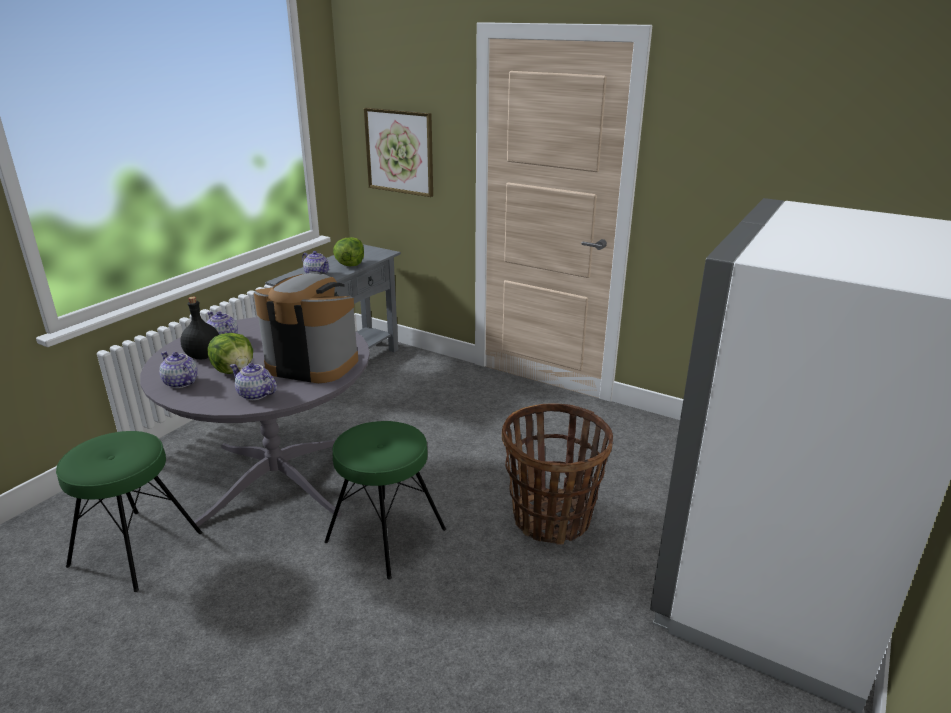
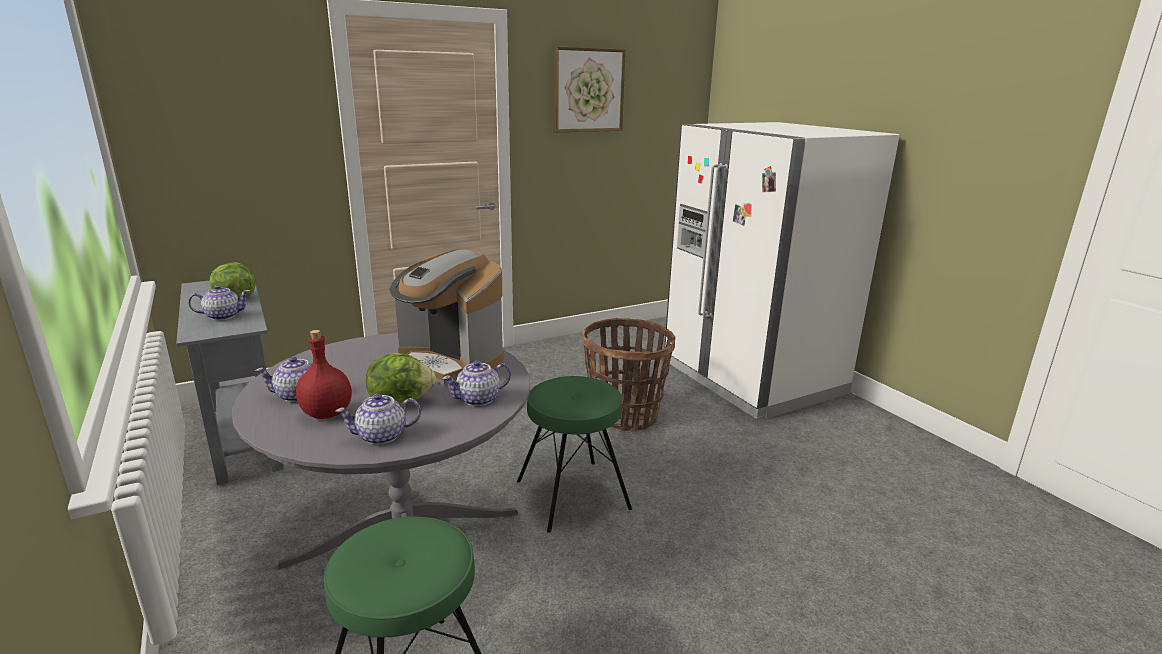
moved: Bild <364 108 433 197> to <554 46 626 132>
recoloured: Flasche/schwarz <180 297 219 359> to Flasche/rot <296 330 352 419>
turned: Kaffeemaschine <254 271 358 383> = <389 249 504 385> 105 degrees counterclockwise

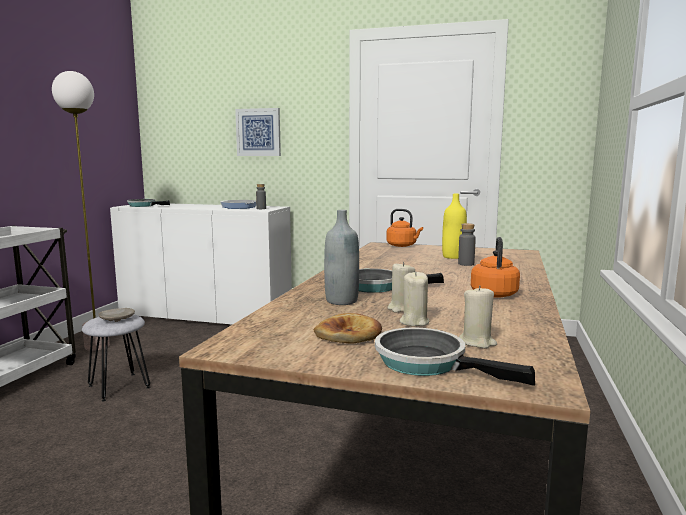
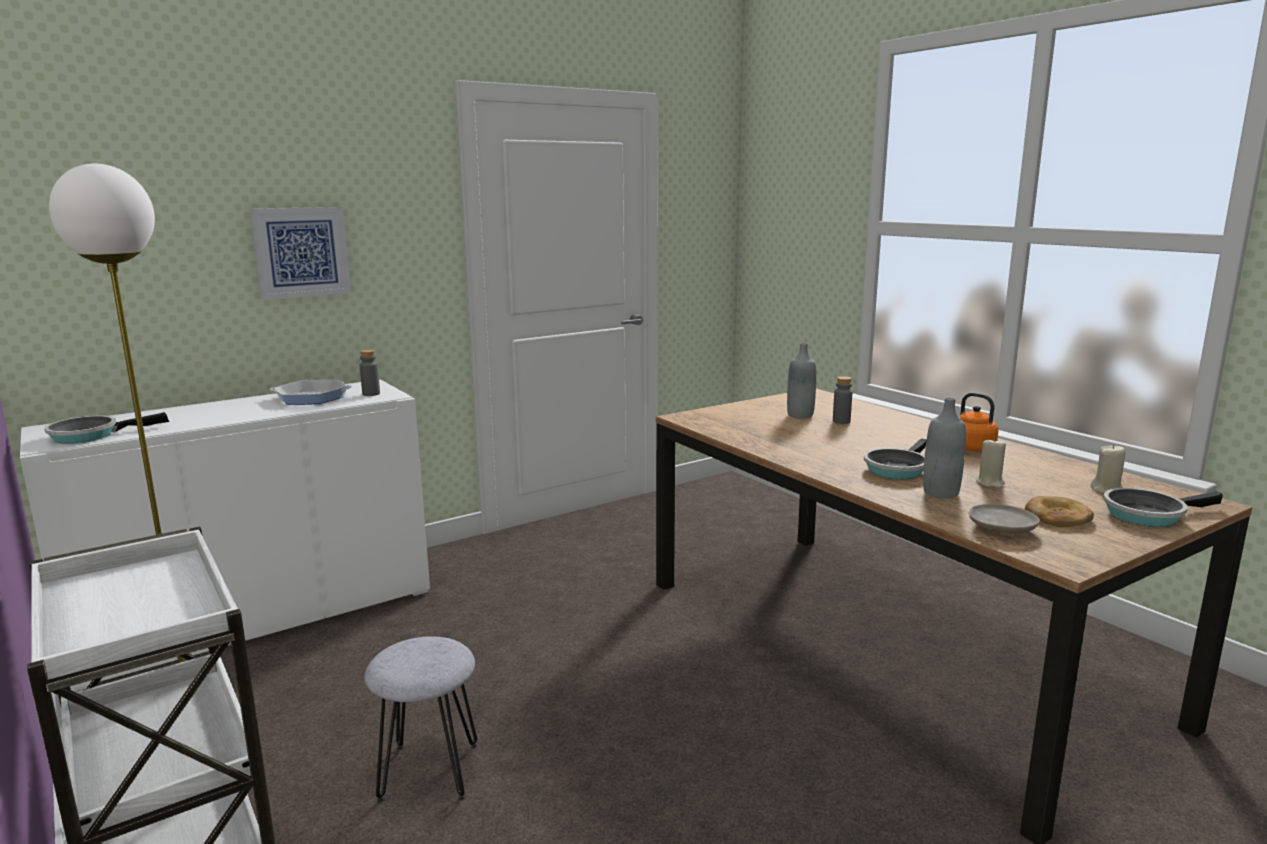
removed: Wasserkessel/orange <386 209 423 247>; Kerze/beige <400 271 429 326>
moved: Teller/beige <98 308 135 322> to <968 504 1040 535>
recoloured: Flasche/gelb <442 194 467 259> to Flasche/grau <787 343 816 419>

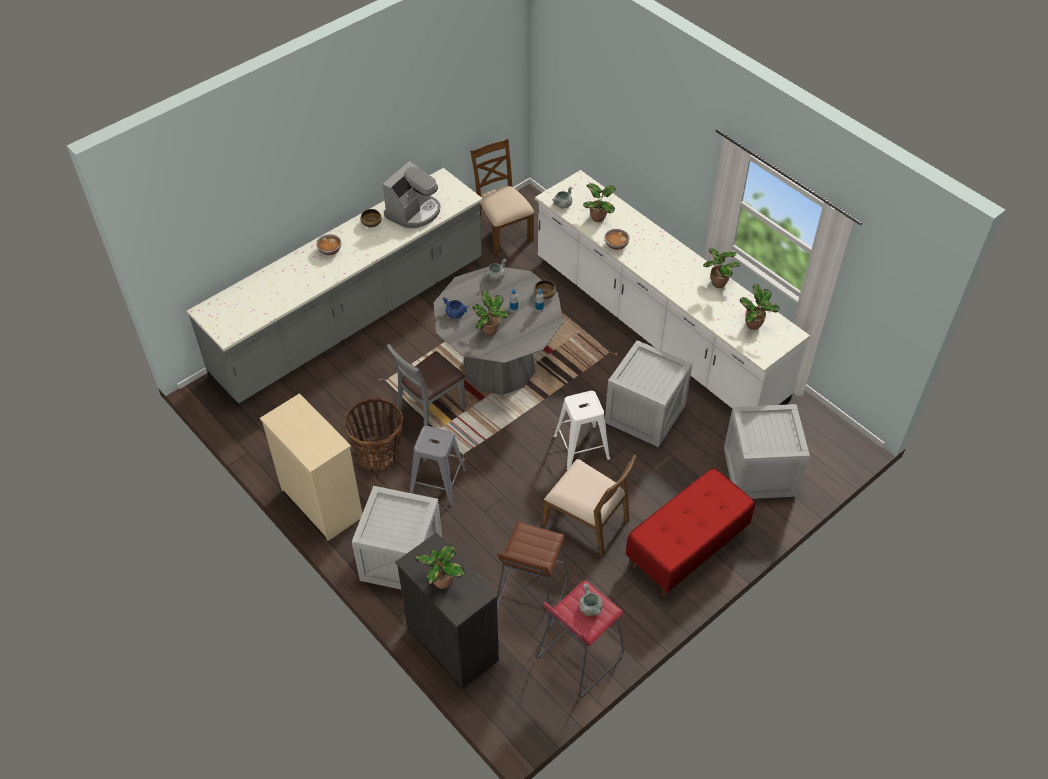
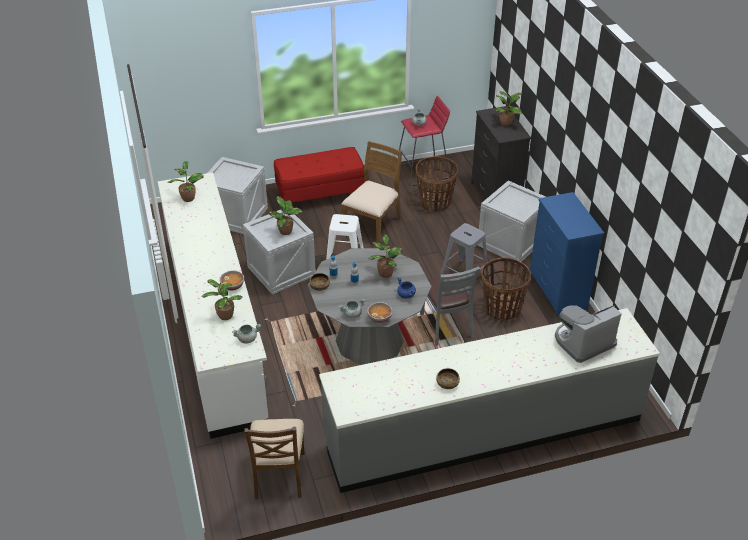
moved: Schüssel <316 234 341 255> to <367 302 392 323>; Kaffeemaschine <383 161 440 229> to <555 305 621 363>; Topfpflanze <703 248 741 288> to <269 196 302 235>
replaced: Hocker/braun <497 522 568 630> to Korb <416 156 458 212>
recoloured: Kommode/beige <260 393 362 541> to Kommode/blau <530 192 604 316>
turned: Stuhl/grau <387 344 466 426> = <420 266 480 346> 90 degrees clockwise; Stuhl/braun <542 454 637 556> = <342 141 402 243> 60 degrees clockwise

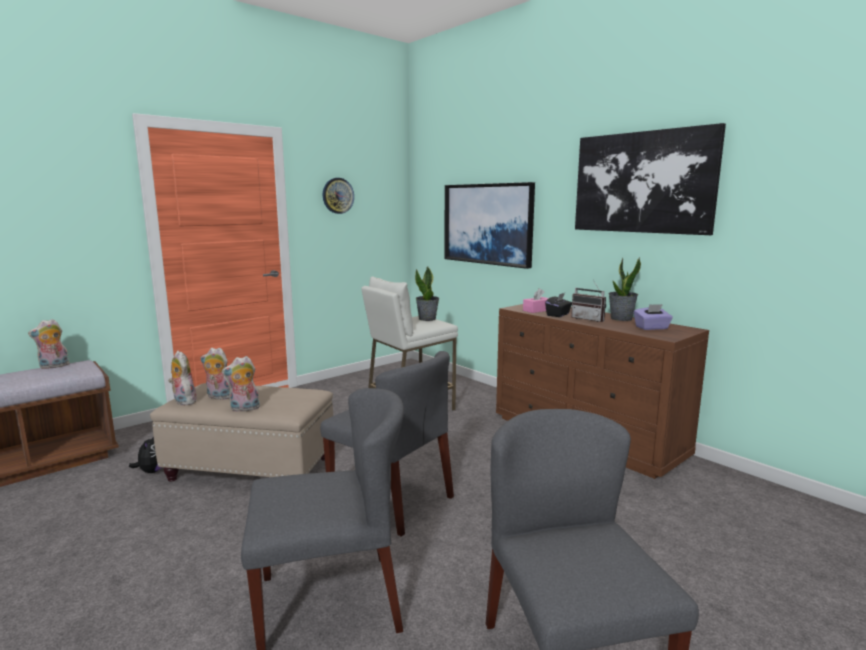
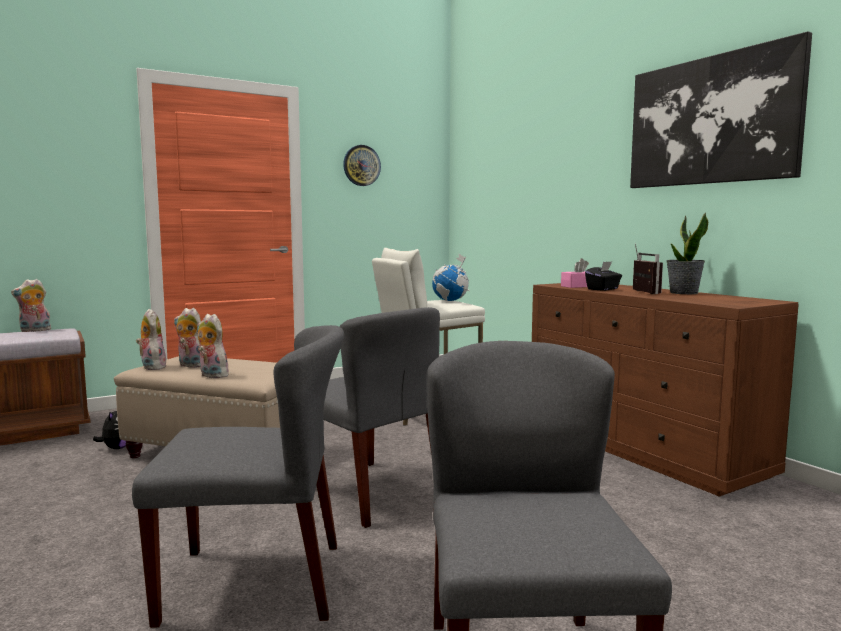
removed: Bild <444 182 535 269>; Taschentuchbox/lila <634 304 673 330>
replaced: Topfpflanze <415 266 439 321> to Globus <432 253 470 301>
turned: Plüschtier <222 356 261 412> = <197 314 229 379> 45 degrees clockwise; Radio <571 280 606 322> = <633 243 663 294> 150 degrees counterclockwise

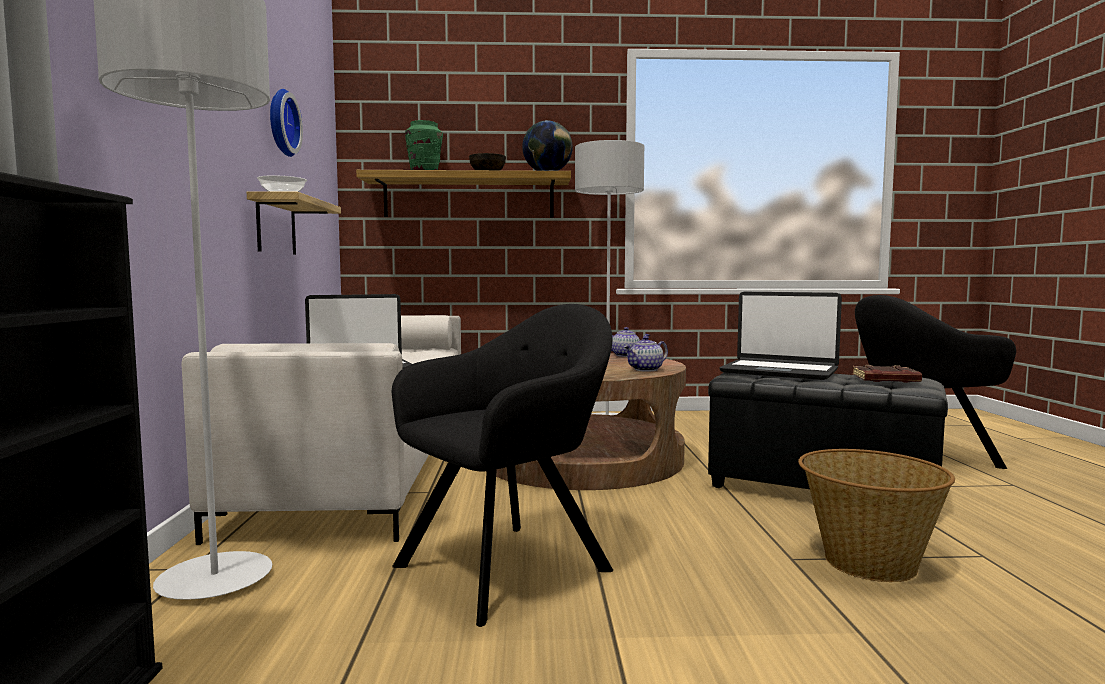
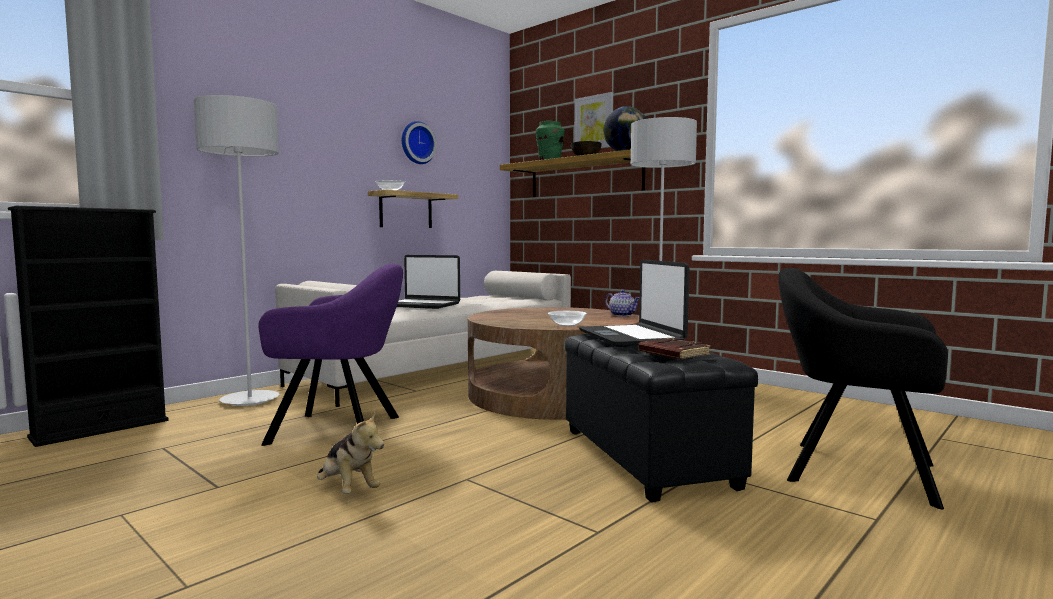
removed: Korb <798 449 955 582>
added: Plüschtier <317 412 384 494>; Bild <574 92 613 148>
replaced: Teekanne <624 336 668 372> to Schüssel <548 311 587 326>
recoloured: Sessel/schwarz <392 304 613 627> to Sessel/lila <258 264 403 446>

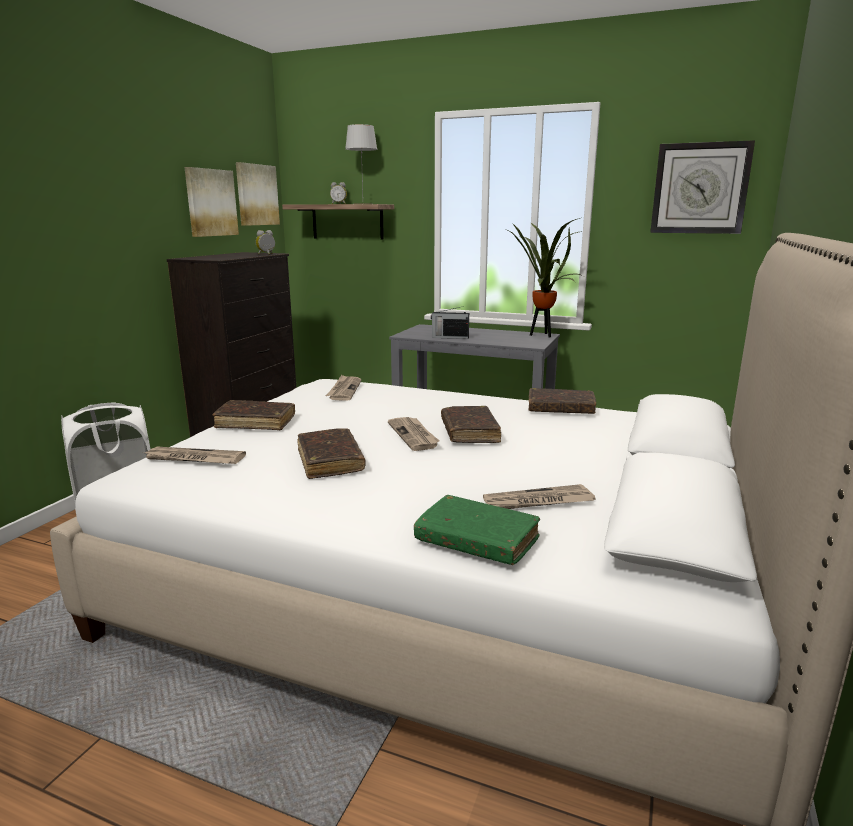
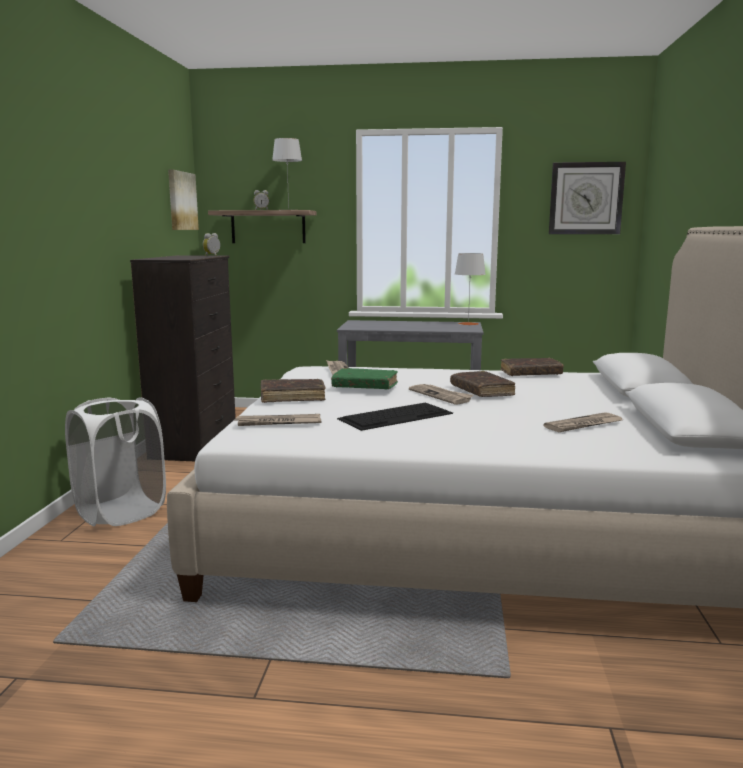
removed: Bild <185 167 239 237>; Radio <431 307 469 339>
moved: Buch/grün <414 495 540 565> to <331 368 398 390>
replaced: Buch/braun <297 428 366 479> to Tastatur <337 403 453 431>; Topfpflanze <505 218 583 337> to Tischlampe/grau <455 253 486 325>

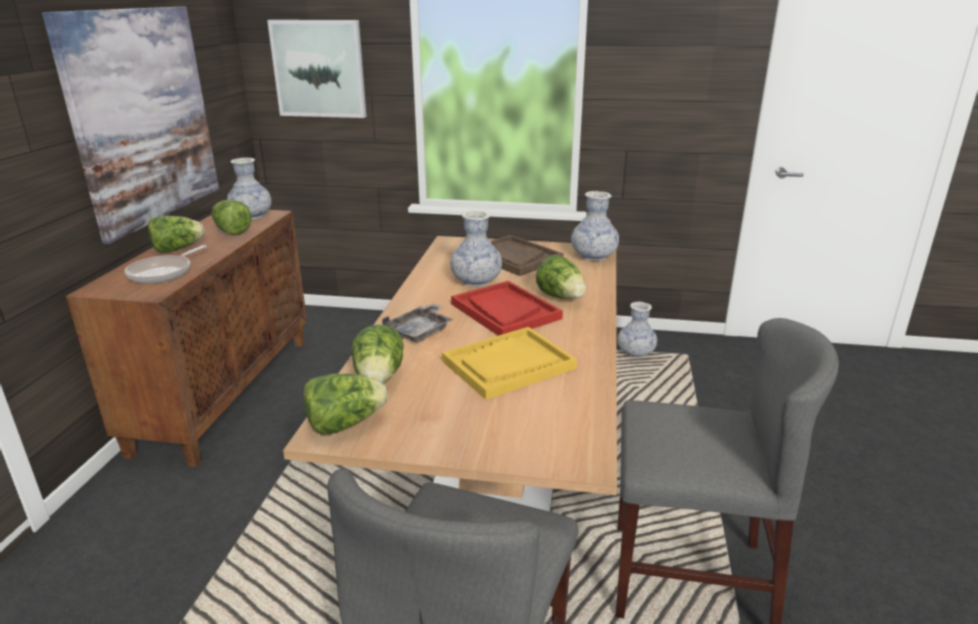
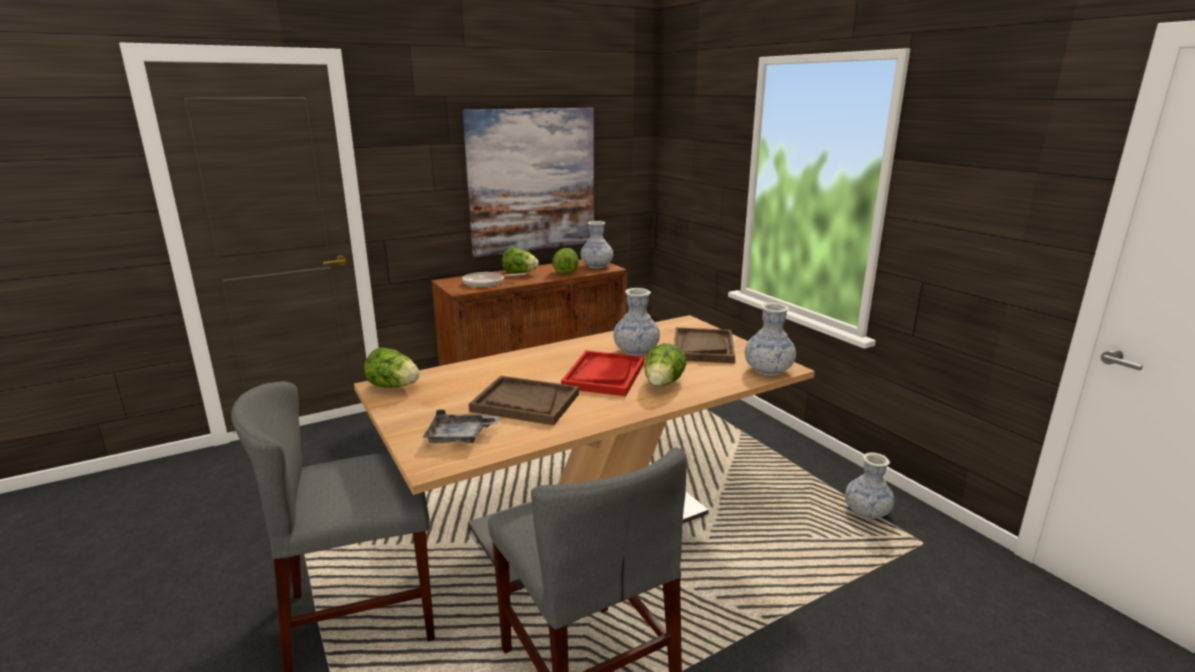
removed: Bild <267 20 367 118>; Salatkopf <351 324 404 383>
moved: Tablett/grau <382 303 454 343> to <422 410 500 443>
recoloured: Tablett/gelb <442 327 577 400> to Tablett/braun <469 376 579 425>

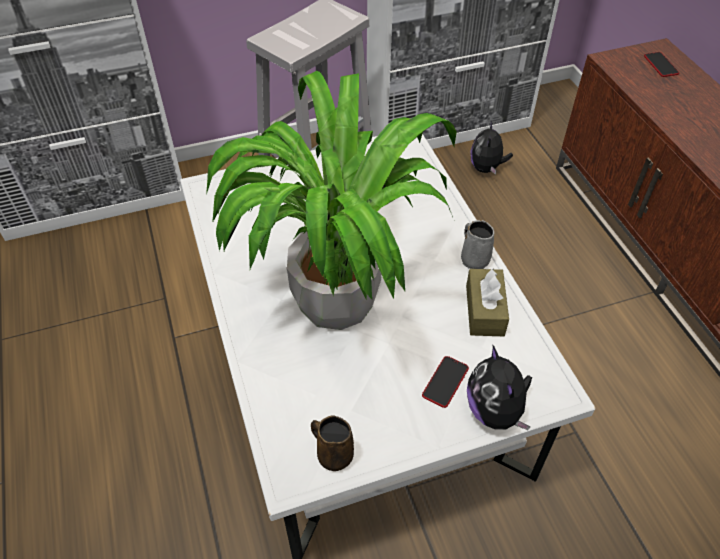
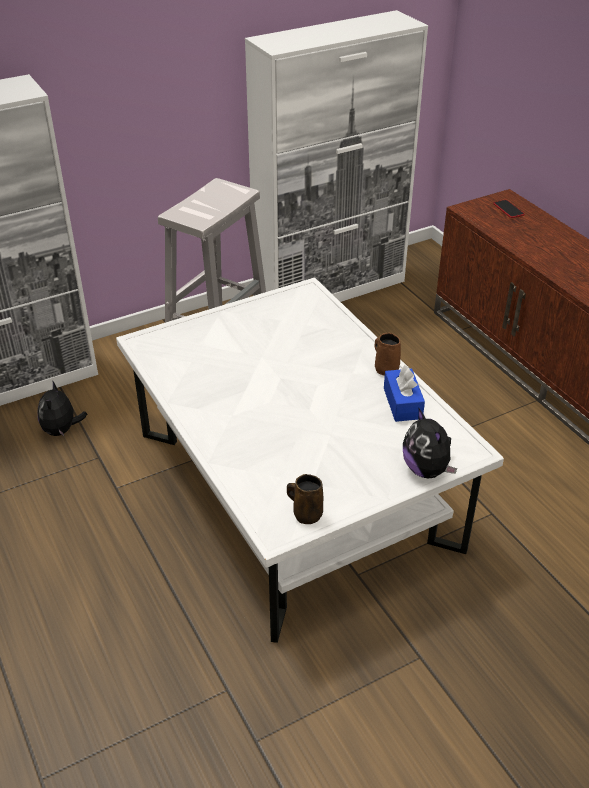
removed: Topfpflanze <206 71 457 330>; Handy <422 356 469 408>
moved: Plüschtier <470 121 513 175> to <37 380 87 437>
recoloured: Henkelbecher/grau <461 220 494 269> to Henkelbecher/braun <375 333 401 376>; Taschentuchbox/braun <466 269 509 336> to Taschentuchbox/blau <384 365 425 422>

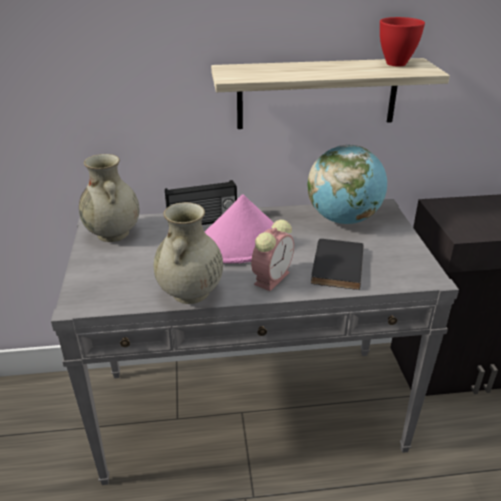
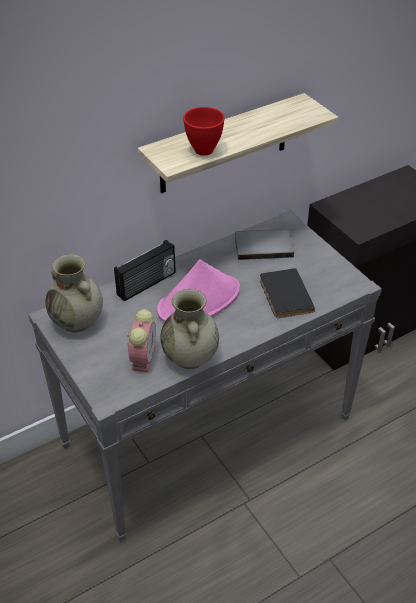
moved: Wecker <251 220 294 291> to <127 309 156 372>; Schüssel/rot <380 17 425 66> to <183 107 225 156>
replaced: Globus <307 145 387 224> to Buch/grau <235 229 294 260>

